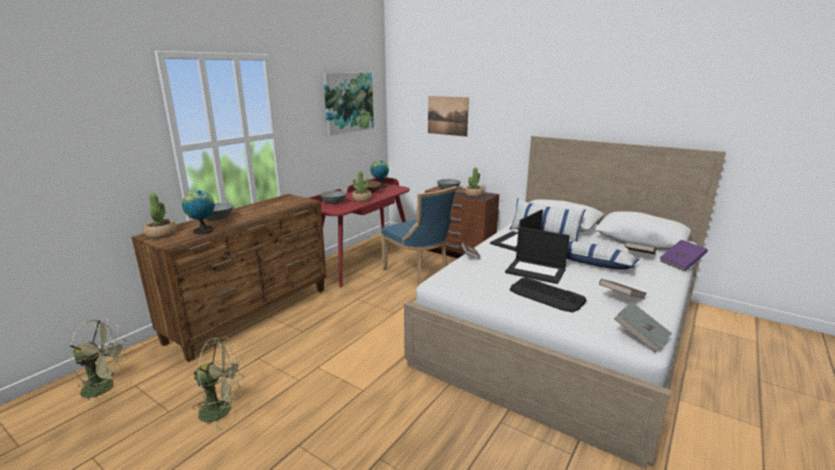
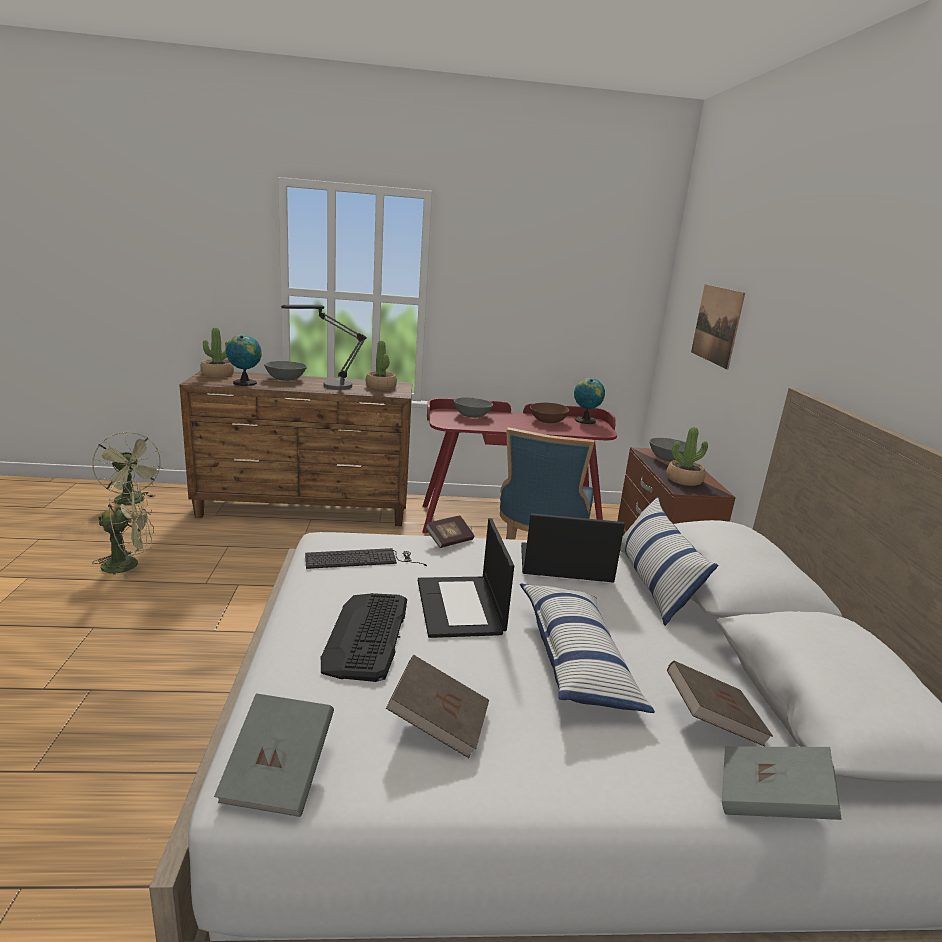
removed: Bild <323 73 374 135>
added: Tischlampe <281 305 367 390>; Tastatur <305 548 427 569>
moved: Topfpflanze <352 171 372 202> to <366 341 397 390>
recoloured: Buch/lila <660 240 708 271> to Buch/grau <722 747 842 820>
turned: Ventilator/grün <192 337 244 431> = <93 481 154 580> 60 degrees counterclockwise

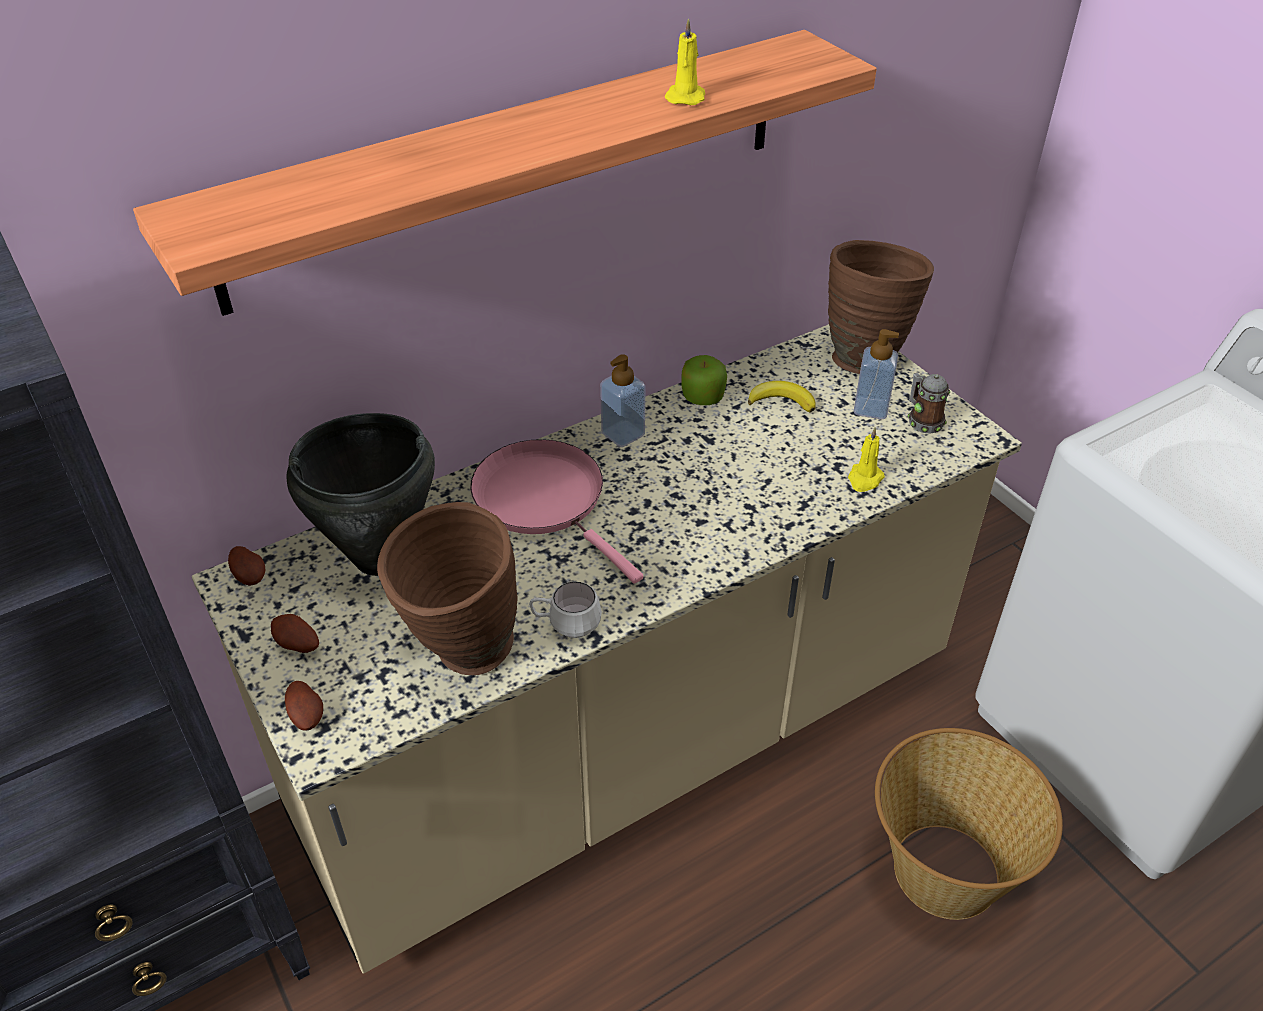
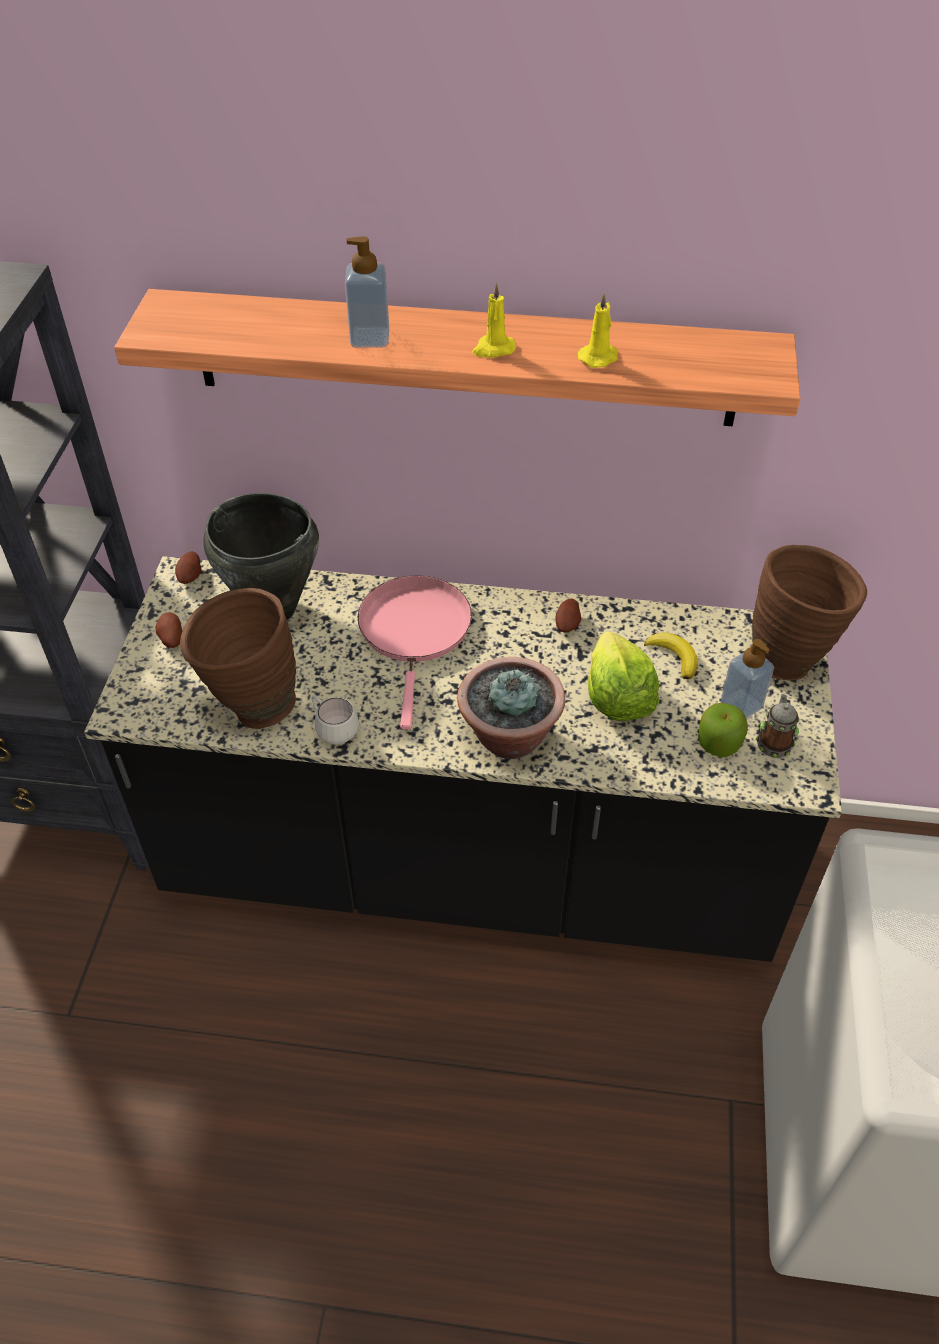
removed: Korb <875 728 1063 920>
added: Topfpflanze <457 657 565 759>; Salatkopf <588 631 659 721>
moved: Kartoffel <285 681 323 731> to <555 598 581 633>; Seifenspender <600 354 645 447> to <345 236 389 348>; Apfel <682 355 727 405> to <698 703 748 757>; Kerze/gelb <848 427 885 492> to <472 283 516 358>
recoloured: Küchenzeile/beige <192 324 1022 974> to Küchenzeile/schwarz <84 556 842 962>

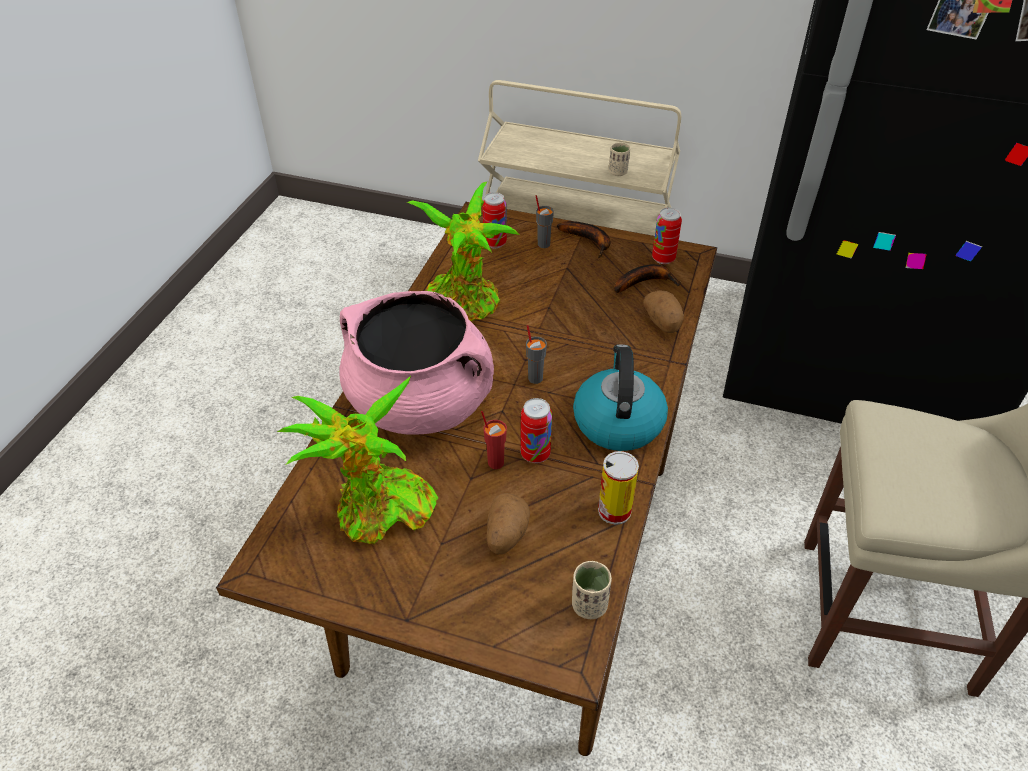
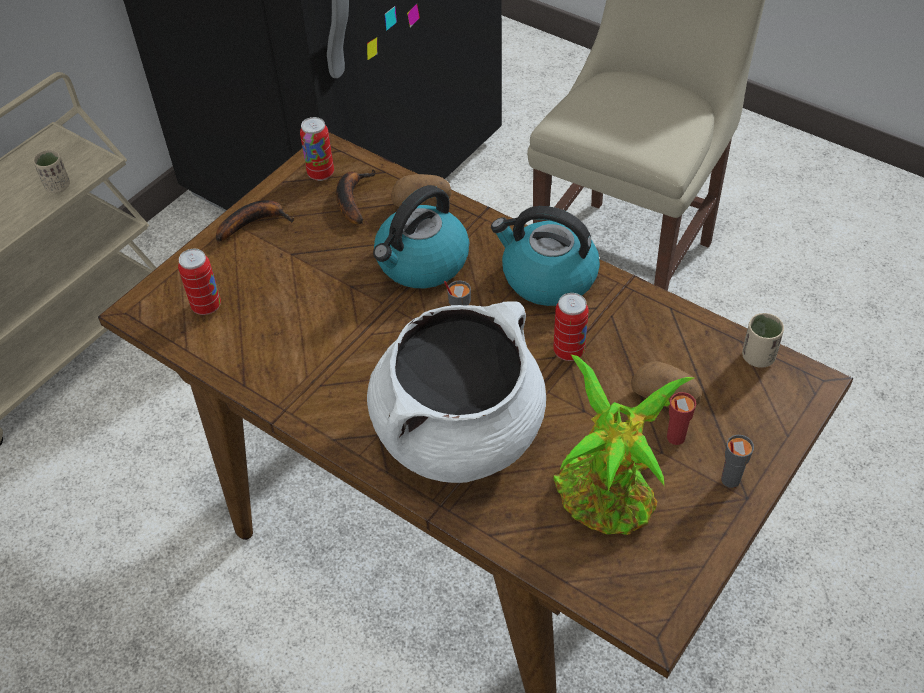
removed: Topfpflanze <407 181 519 321>; Dose <598 451 639 525>
added: Wasserkessel <373 185 469 288>
moved: Tasse/rot <481 411 507 469> to <667 392 696 445>; Tasse/grau <536 195 554 248> to <721 435 754 488>
recoloured: Kochtopf/rosa <339 291 494 435> to Kochtopf/weiß <367 301 546 483>

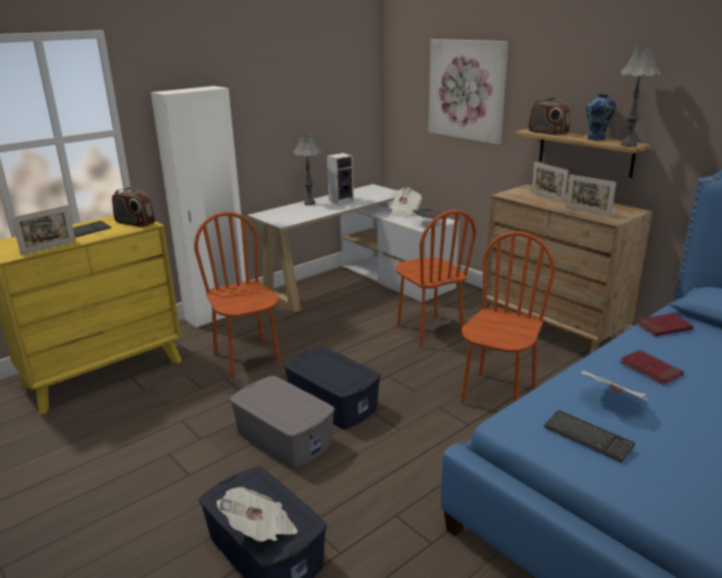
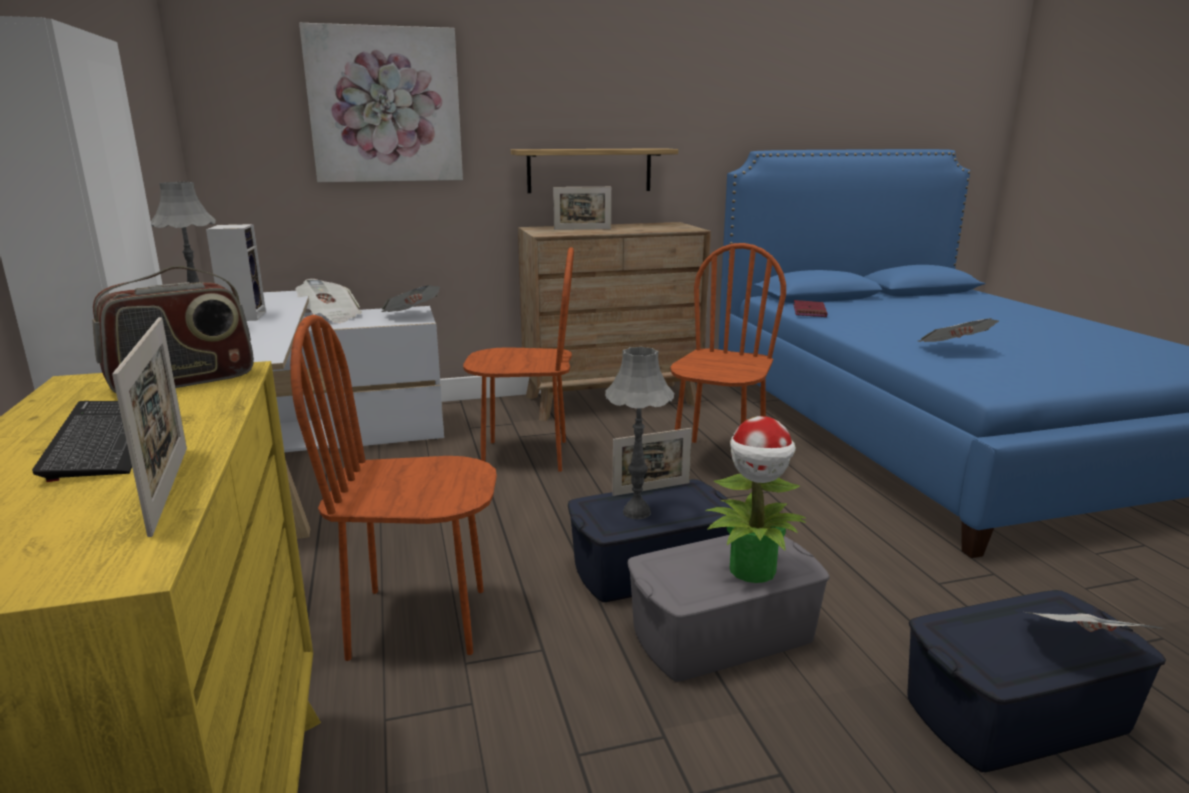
removed: Radio <528 98 570 135>; Tastatur <544 410 635 463>; Vase <586 93 616 141>; Buch/rot <620 350 684 385>
added: Topfpflanze <705 416 807 583>
moved: Bilderrahmen <566 174 616 217> to <612 428 692 496>; Tischlampe/grau <620 46 661 147> to <605 347 674 519>
turned: Stuhl/braun <461 231 555 404> = <670 243 786 443> 60 degrees clockwise

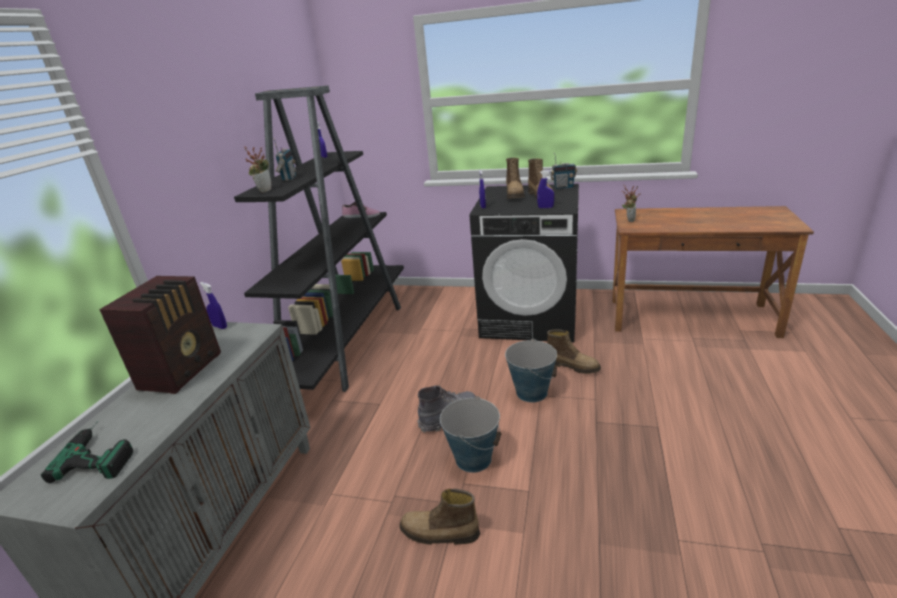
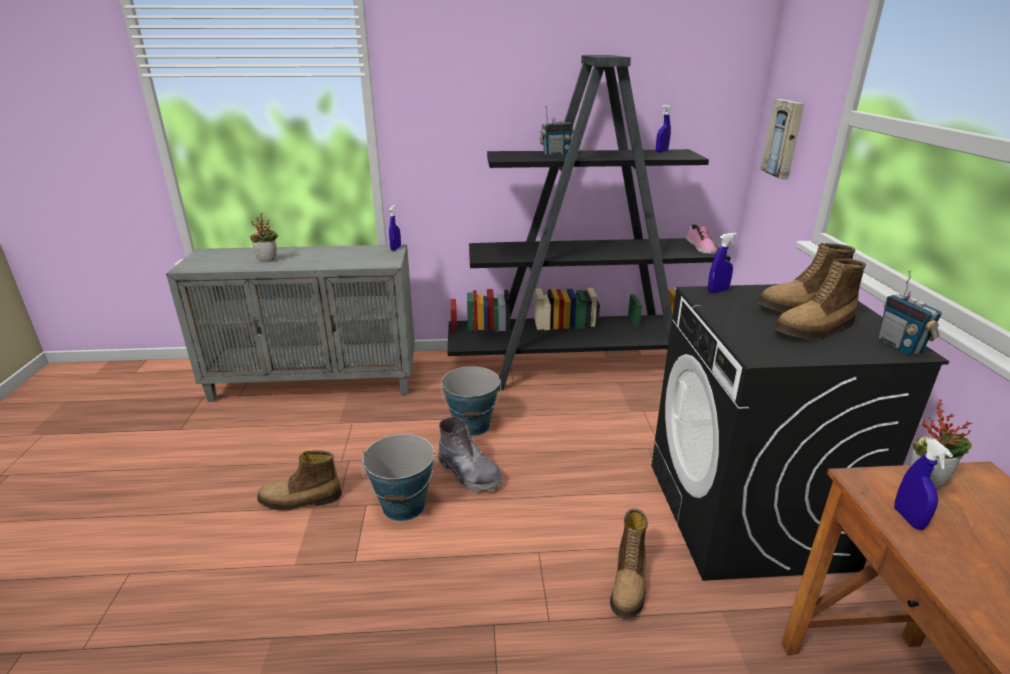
removed: Bohrmaschine <41 420 133 483>; Radio <99 276 221 394>
added: Bild <760 99 804 180>
moved: Topfpflanze <245 147 271 193> to <250 213 278 262>; Eimer <505 339 557 402> to <441 366 501 436>; Sprühflasche/blau <537 170 554 208> to <894 439 953 530>
turned: Stiefel <399 489 480 545> = <257 450 342 510> 90 degrees counterclockwise

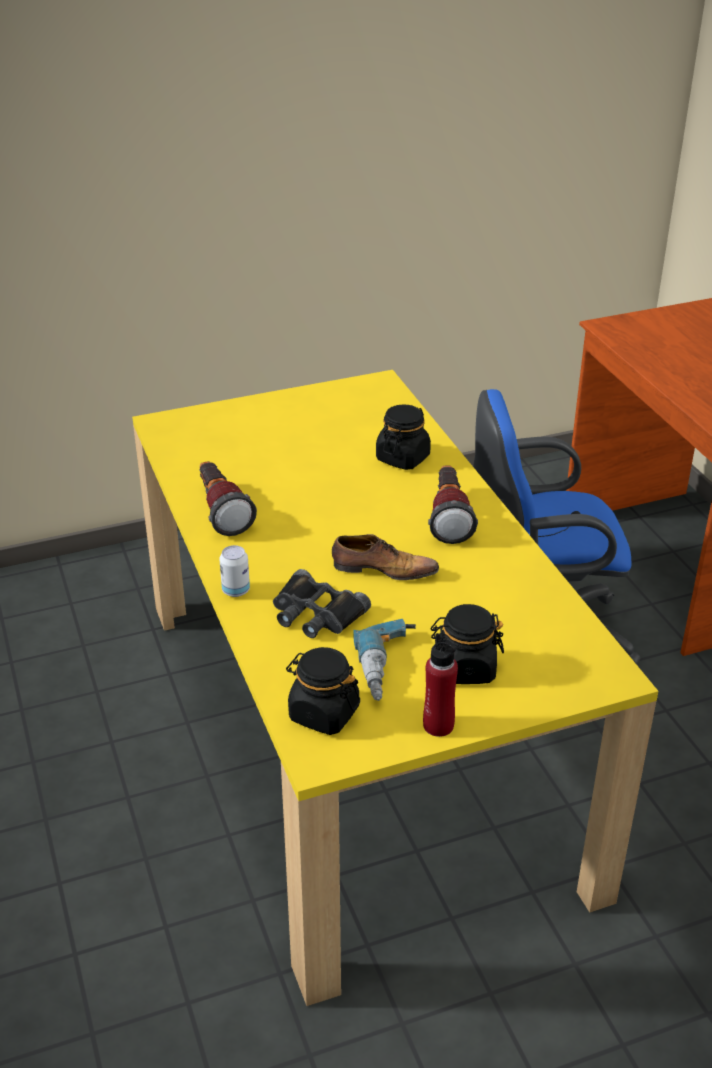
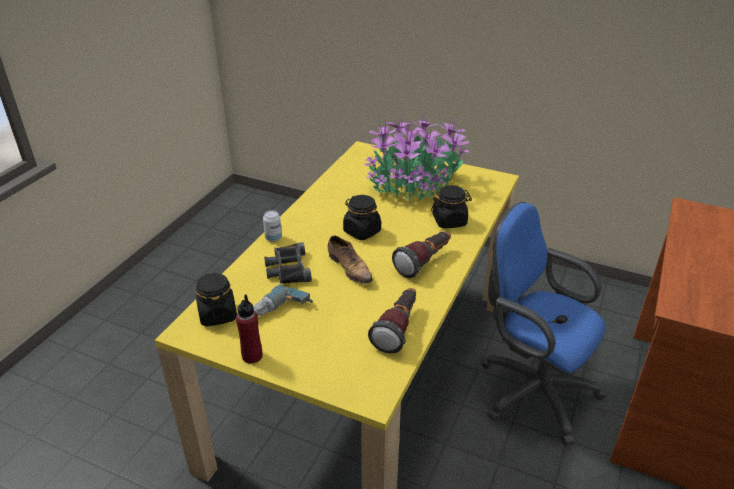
added: Topfpflanze <365 112 469 203>
moved: Taschenlampe <199 461 257 536> to <368 288 416 354>; Vorratsglas/schwarz <431 604 504 684> to <343 195 381 240>

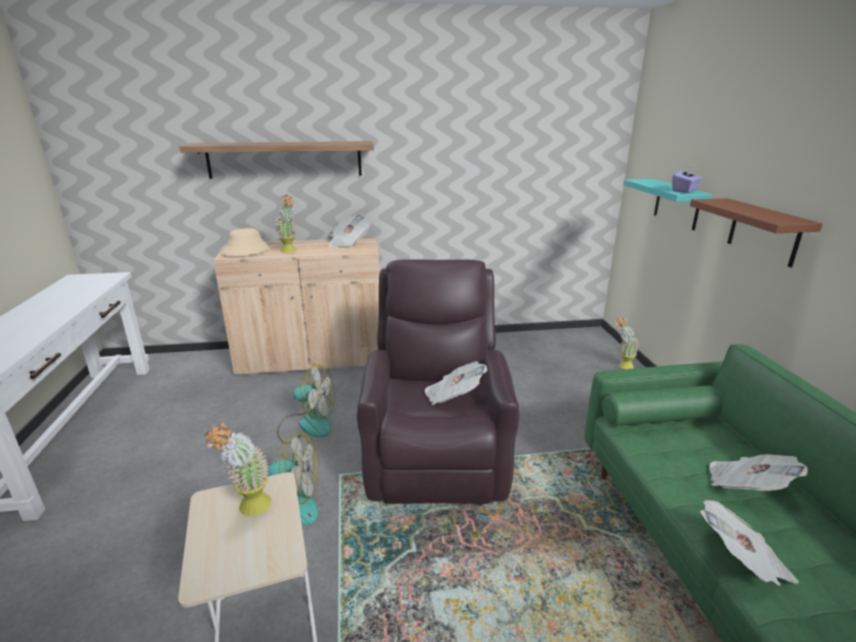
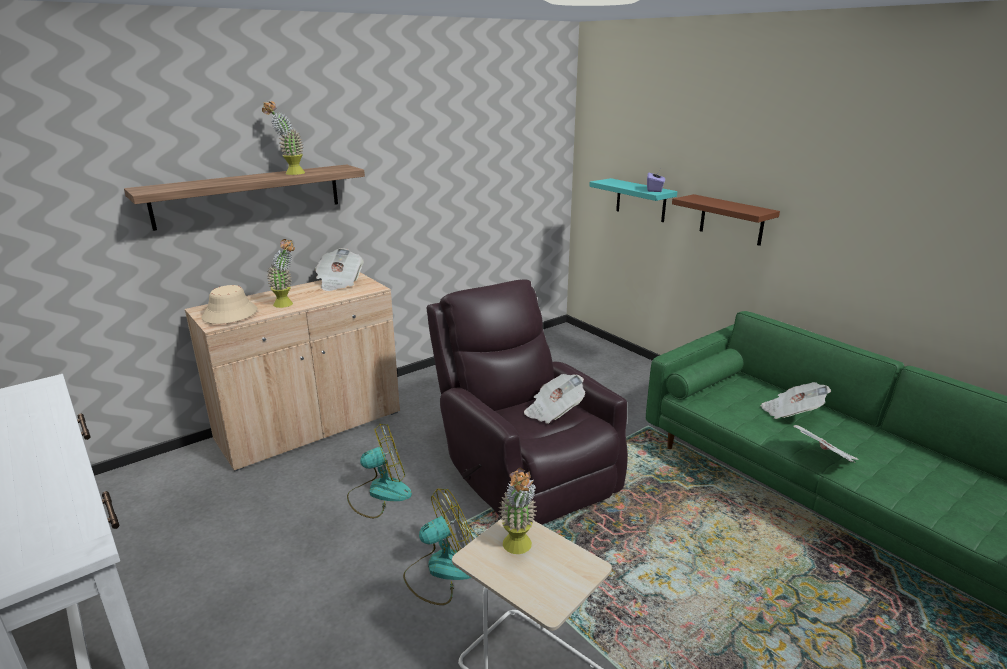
moved: Topfpflanze <615 317 639 369> to <262 101 305 175>

